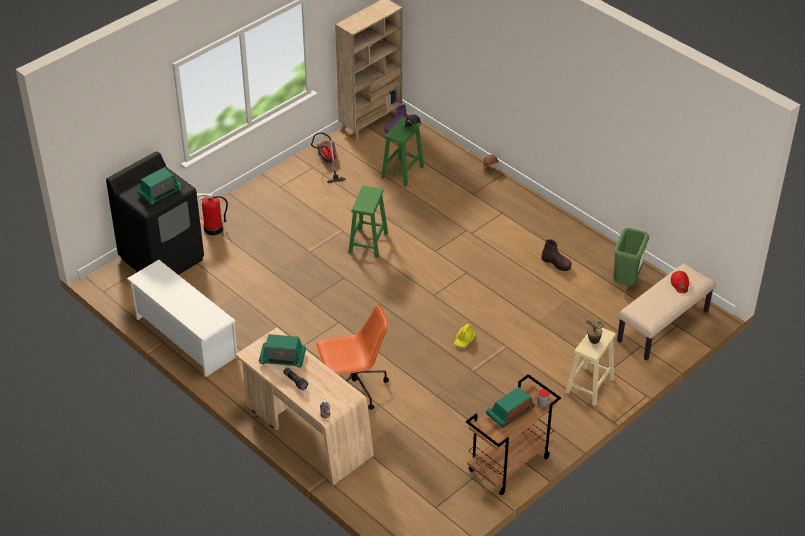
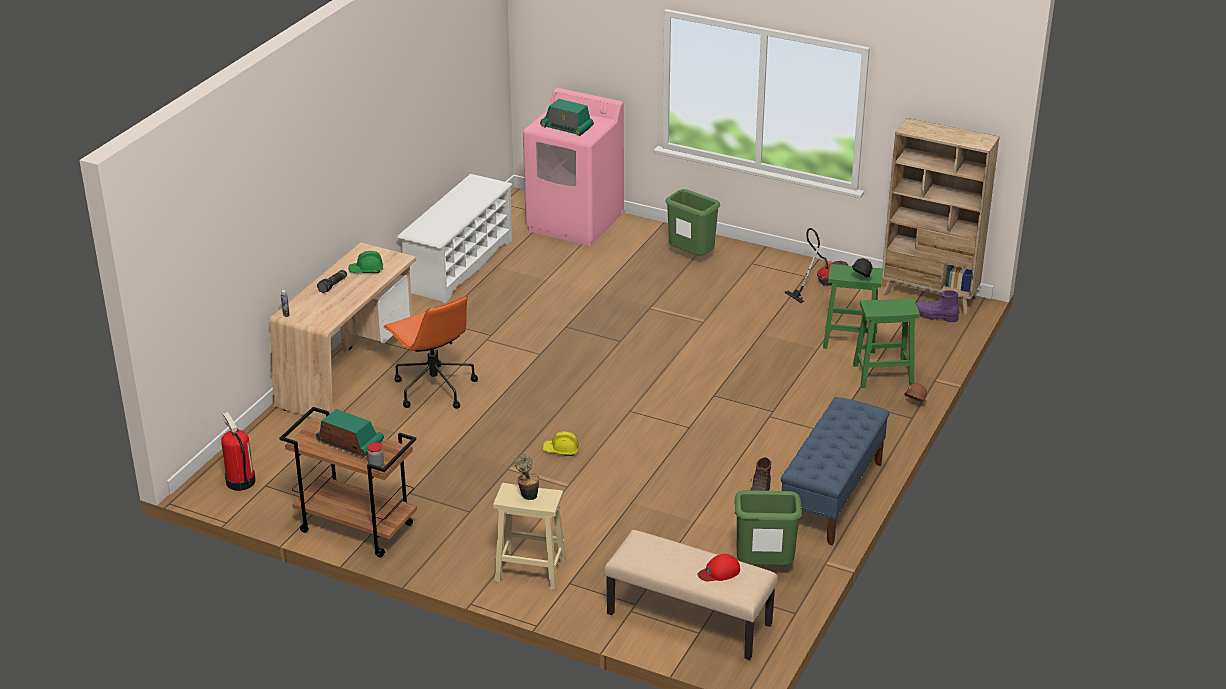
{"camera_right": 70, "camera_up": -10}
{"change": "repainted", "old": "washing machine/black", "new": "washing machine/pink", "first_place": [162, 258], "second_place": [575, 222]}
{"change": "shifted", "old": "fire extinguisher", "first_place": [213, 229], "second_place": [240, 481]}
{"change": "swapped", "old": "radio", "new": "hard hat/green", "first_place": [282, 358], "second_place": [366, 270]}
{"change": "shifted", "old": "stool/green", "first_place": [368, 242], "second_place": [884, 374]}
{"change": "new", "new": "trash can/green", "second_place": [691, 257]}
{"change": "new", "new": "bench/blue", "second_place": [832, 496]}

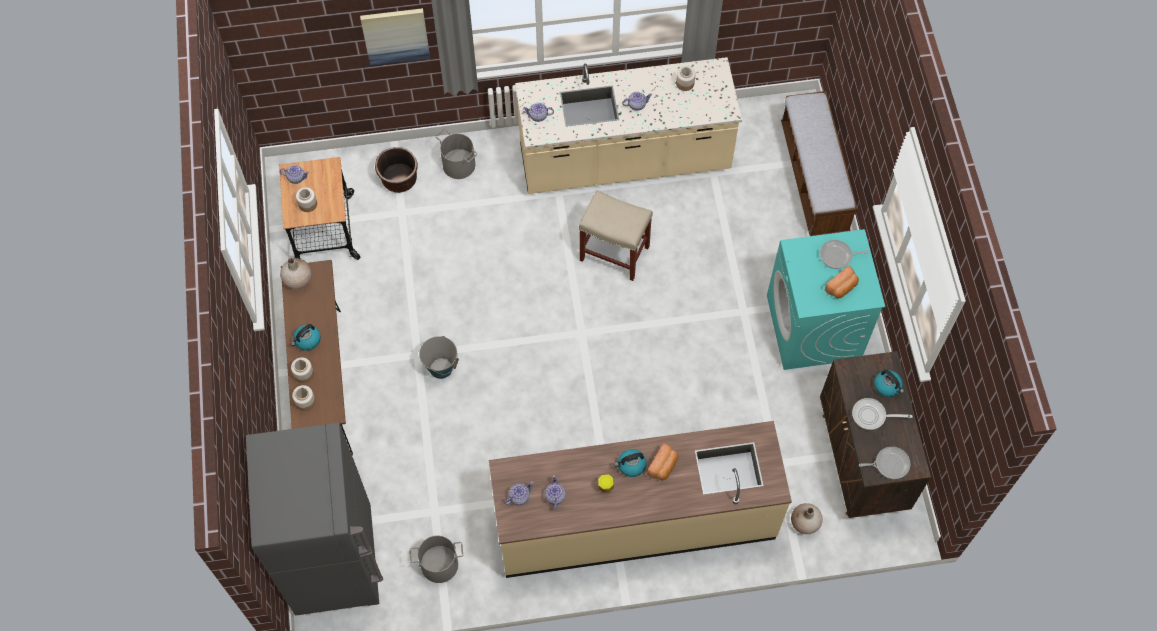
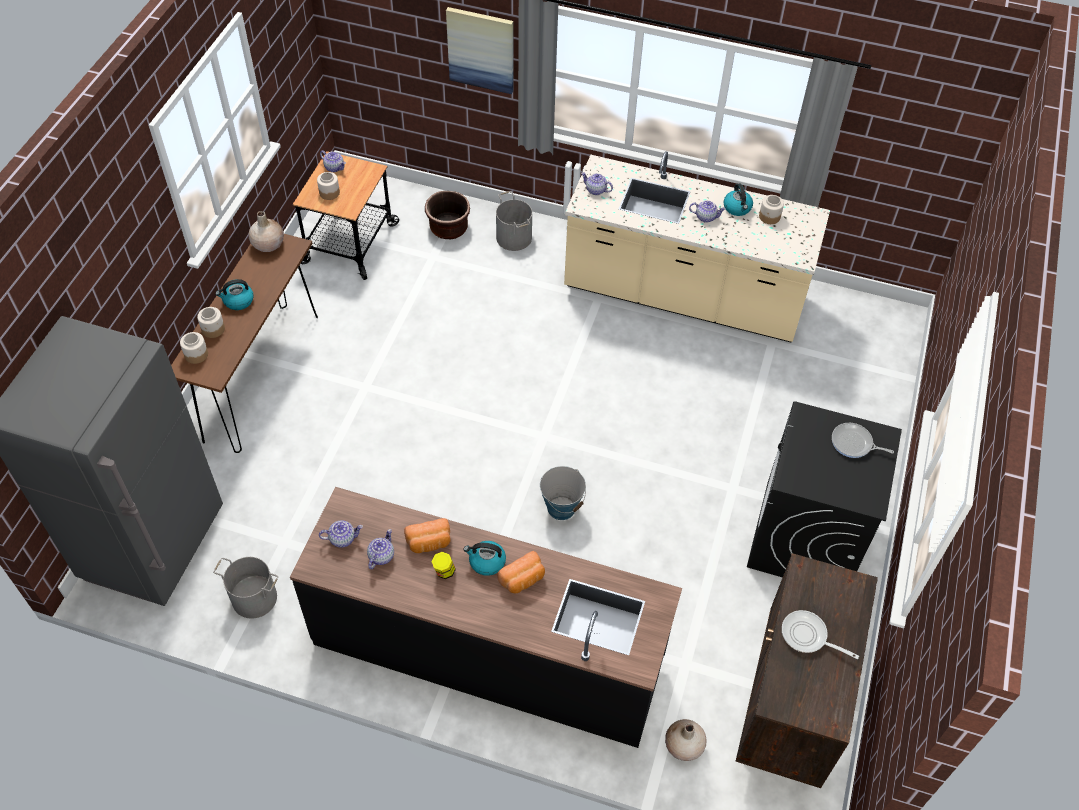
{"camera_right": 25, "camera_up": -10}
{"change": "shifted", "old": "bucket", "first_place": [441, 367], "second_place": [561, 508]}
{"change": "repainted", "old": "counter/beige", "new": "counter/black", "first_place": [635, 520], "second_place": [488, 650]}
{"change": "gone", "old": "stool/beige", "first_place": [613, 253]}
{"change": "repainted", "old": "washing machine/turquoise", "new": "washing machine/black", "first_place": [814, 328], "second_place": [805, 538]}
{"change": "gone", "old": "bench", "first_place": [813, 178]}
{"change": "shifted", "old": "bread", "first_place": [842, 287], "second_place": [429, 543]}
{"change": "gone", "old": "frying pan", "first_place": [889, 464]}
{"change": "shifted", "old": "kettle", "first_place": [887, 386], "second_place": [737, 208]}

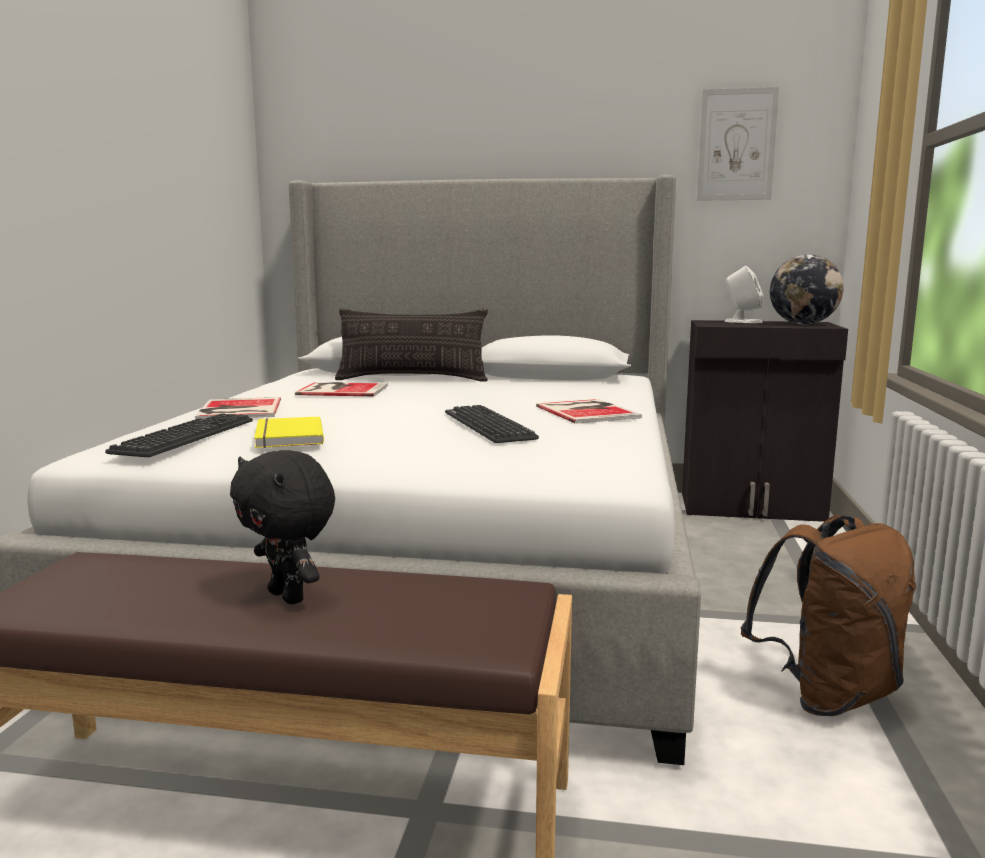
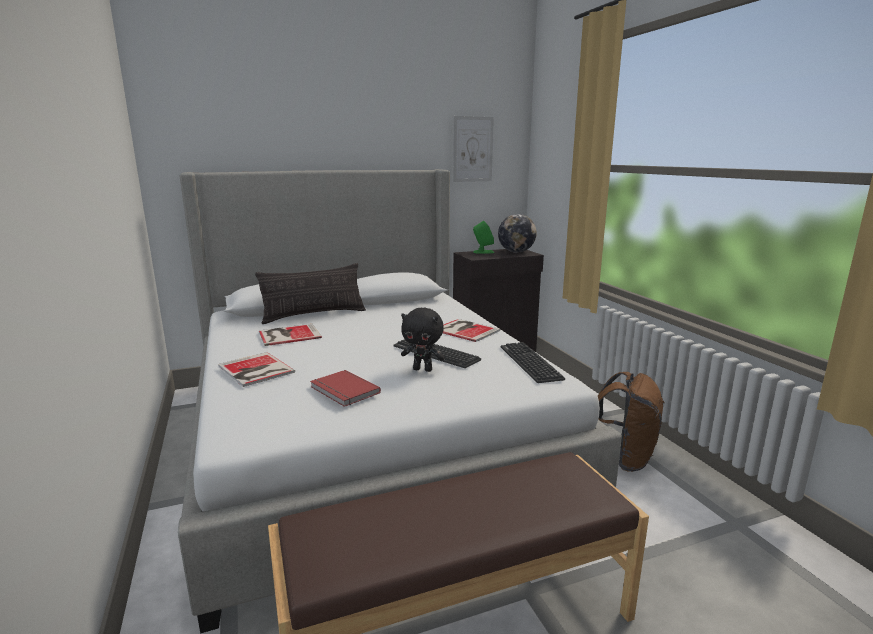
{"camera_right": -30, "camera_up": 5}
{"change": "shifted", "old": "keyboard", "first_place": [185, 437], "second_place": [530, 363]}
{"change": "shifted", "old": "plush toy/black", "first_place": [289, 596], "second_place": [423, 369]}
{"change": "repainted", "old": "book/yellow", "new": "book/red", "first_place": [286, 436], "second_place": [343, 391]}
{"change": "repainted", "old": "speaker/white", "new": "speaker/green", "first_place": [742, 321], "second_place": [483, 252]}

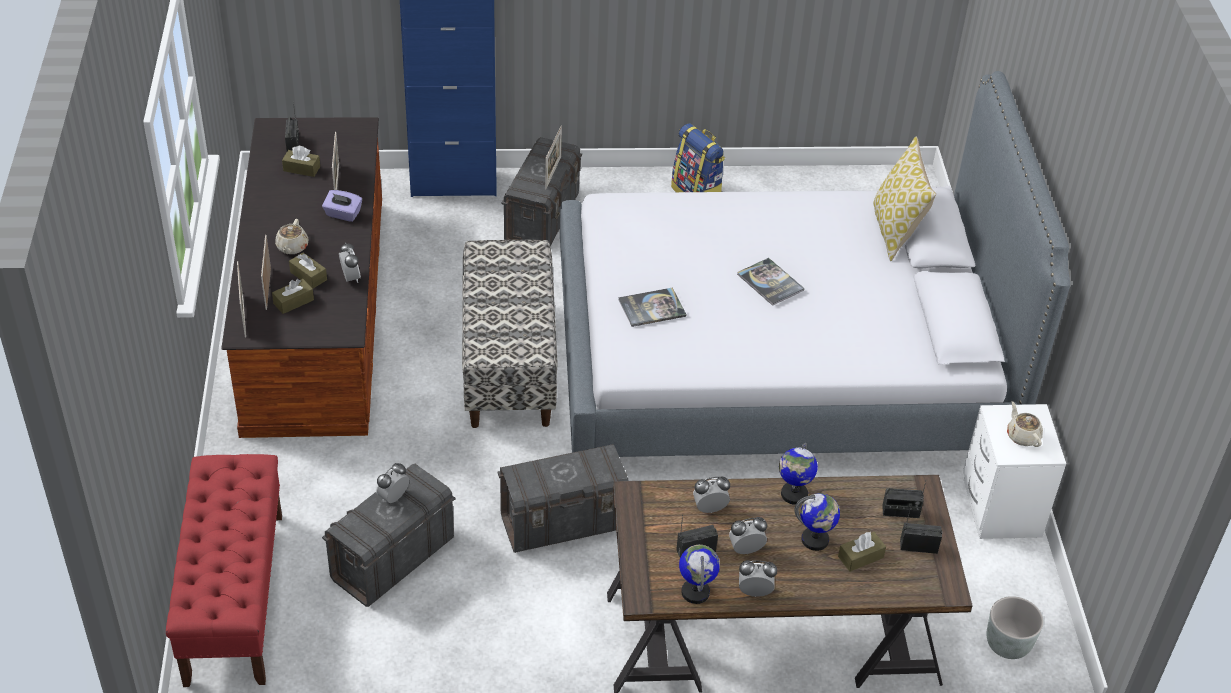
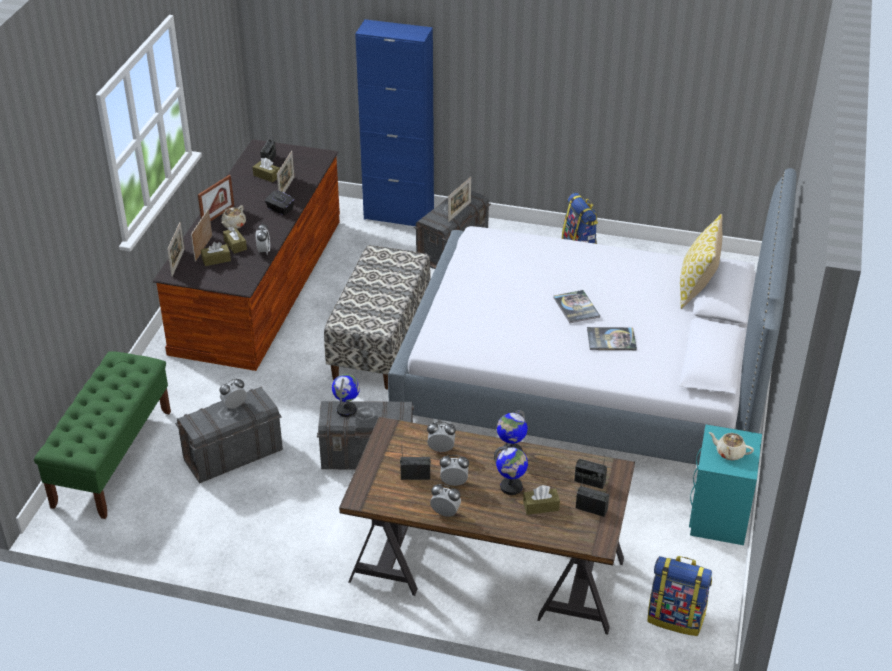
{"camera_right": 20, "camera_up": -5}
{"change": "repainted", "old": "bench/red", "new": "bench/green", "first_place": [234, 597], "second_place": [113, 457]}
{"change": "repainted", "old": "tissue box/purple", "new": "tissue box/black", "first_place": [343, 214], "second_place": [280, 209]}
{"change": "shifted", "old": "book", "first_place": [652, 308], "second_place": [611, 339]}
{"change": "shifted", "old": "globe", "first_place": [695, 592], "second_place": [347, 410]}
{"change": "repainted", "old": "nightstand/white", "new": "nightstand/turquoise", "first_place": [1000, 509], "second_place": [717, 517]}
{"change": "swapped", "old": "planter/grey", "new": "backpack", "first_place": [1008, 645], "second_place": [676, 617]}
{"change": "rotated", "old": "teapot/beige", "first_place": [1022, 436], "second_place": [729, 453], "degrees": -60}
{"change": "new", "new": "picture frame", "second_place": [218, 215]}

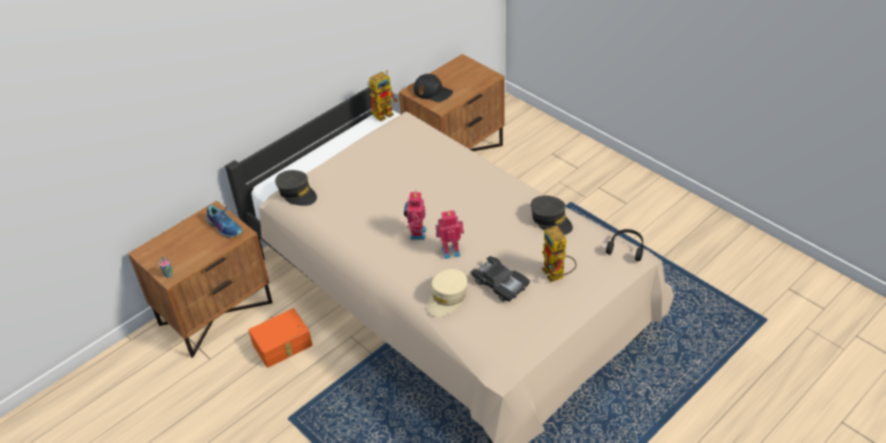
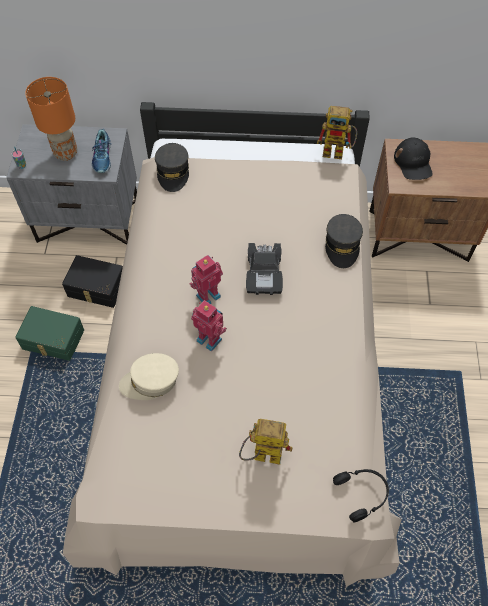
{"camera_right": 45, "camera_up": 15}
{"change": "repainted", "old": "nightstand/brown", "new": "nightstand/grey", "first_place": [215, 312], "second_place": [89, 220]}
{"change": "repainted", "old": "storage box/orange", "new": "storage box/black", "first_place": [283, 345], "second_place": [96, 288]}
{"change": "shifted", "old": "toy car/black", "first_place": [500, 284], "second_place": [264, 273]}
{"change": "shifted", "old": "cap/grey", "first_place": [551, 220], "second_place": [342, 245]}
{"change": "rotated", "old": "toy robot", "first_place": [557, 276], "second_place": [261, 456], "degrees": 75}
{"change": "new", "new": "storage box/green", "second_place": [53, 340]}
{"change": "new", "new": "table lamp/orange", "second_place": [65, 154]}

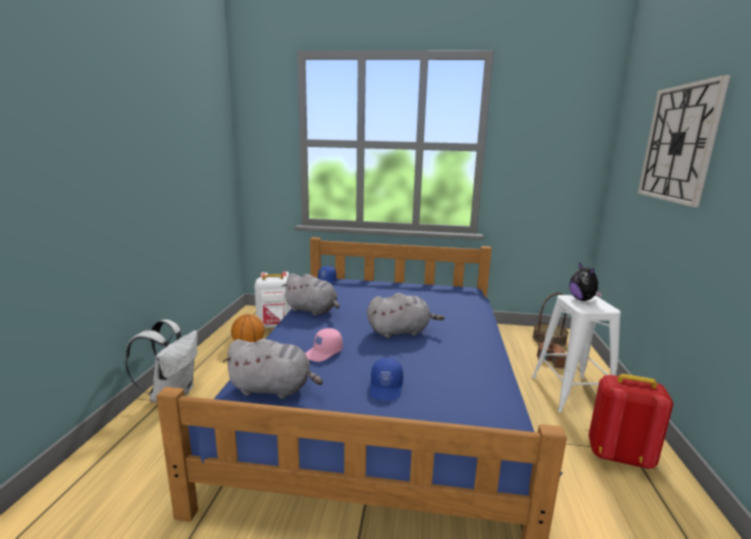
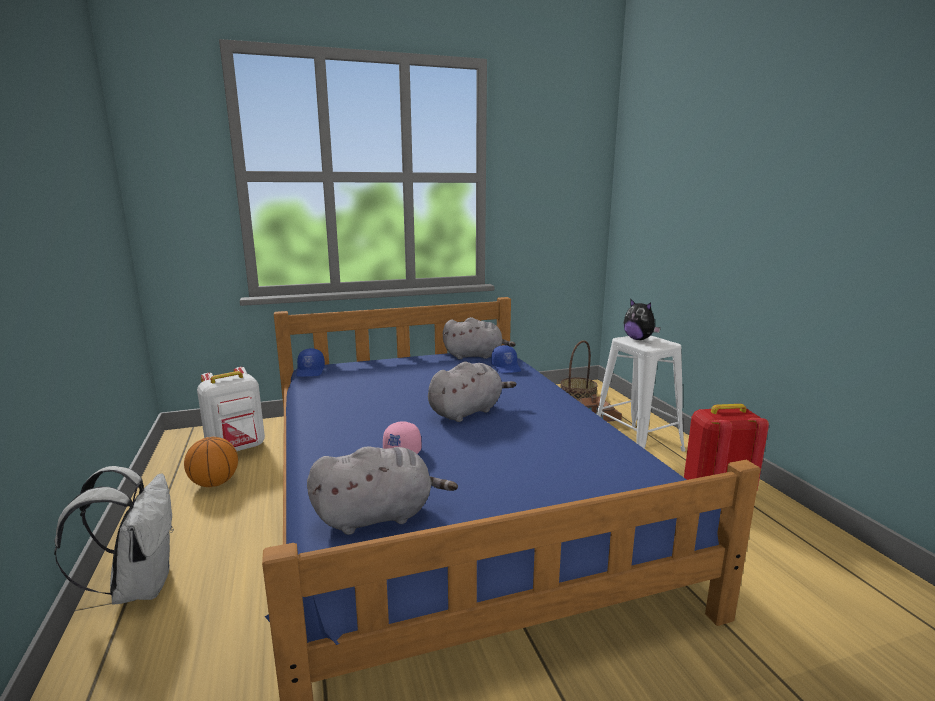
{"camera_right": -25, "camera_up": 0}
{"change": "shifted", "old": "plush toy/grey", "first_place": [313, 310], "second_place": [476, 356]}
{"change": "shifted", "old": "cap/blue", "first_place": [386, 388], "second_place": [506, 368]}
{"change": "gone", "old": "wall clock", "first_place": [679, 143]}

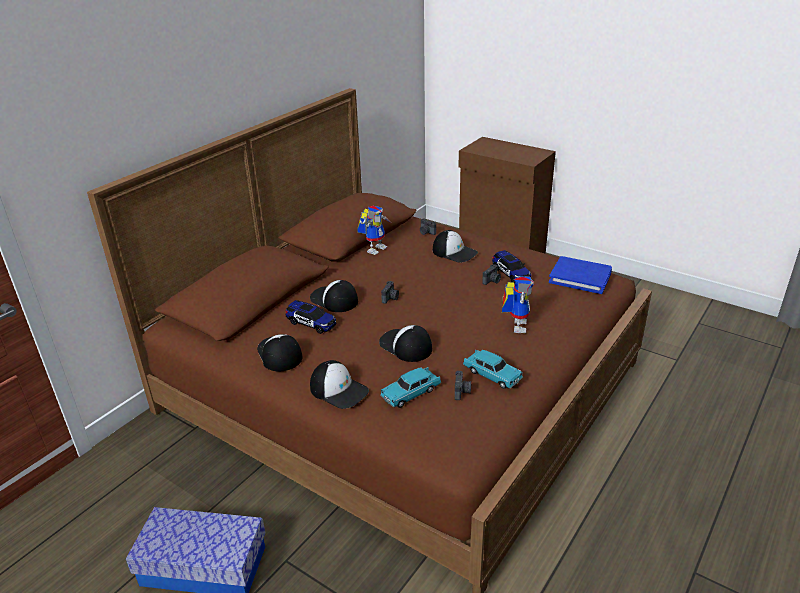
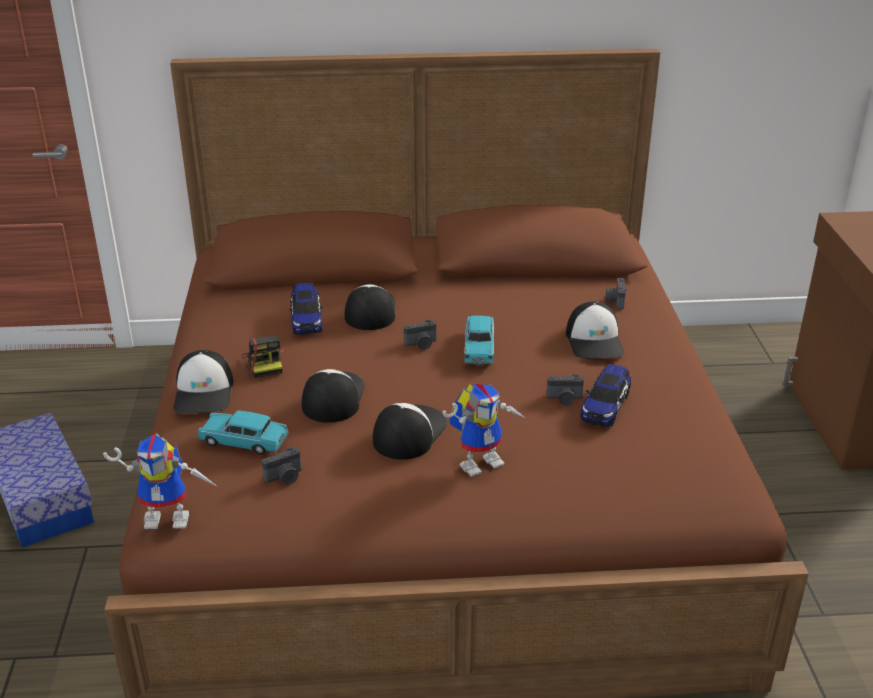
{"camera_right": 50, "camera_up": 0}
{"change": "shifted", "old": "cap", "first_place": [279, 354], "second_place": [408, 433]}
{"change": "shifted", "old": "toy robot", "first_place": [375, 248], "second_place": [171, 516]}
{"change": "shifted", "old": "toy car/turquoise", "first_place": [492, 375], "second_place": [479, 349]}
{"change": "gone", "old": "book/blue", "first_place": [580, 277]}
{"change": "new", "new": "photo camera", "second_place": [265, 362]}

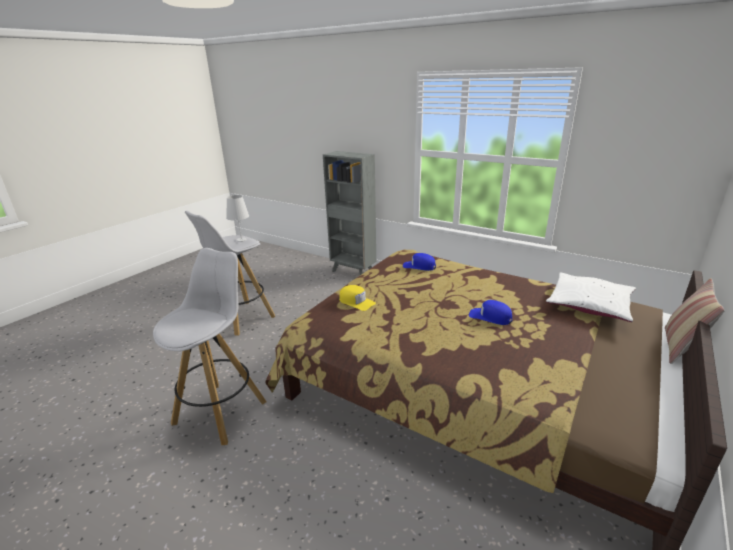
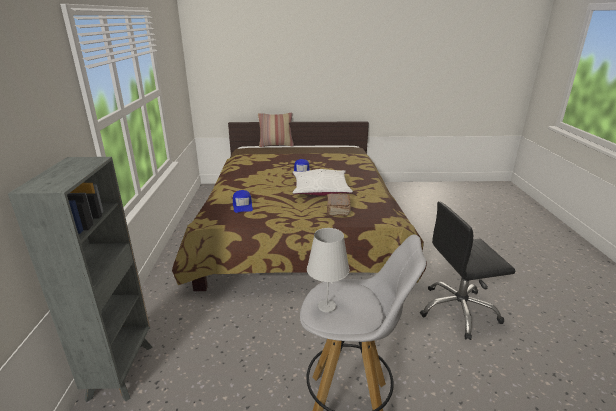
{"camera_right": -125, "camera_up": 0}
{"change": "swapped", "old": "stool/white", "new": "office chair/black", "first_place": [221, 411], "second_place": [458, 311]}
{"change": "swapped", "old": "cap/yellow", "new": "book/brown", "first_place": [356, 302], "second_place": [337, 210]}
{"change": "shifted", "old": "pillow/white", "first_place": [589, 304], "second_place": [320, 189]}

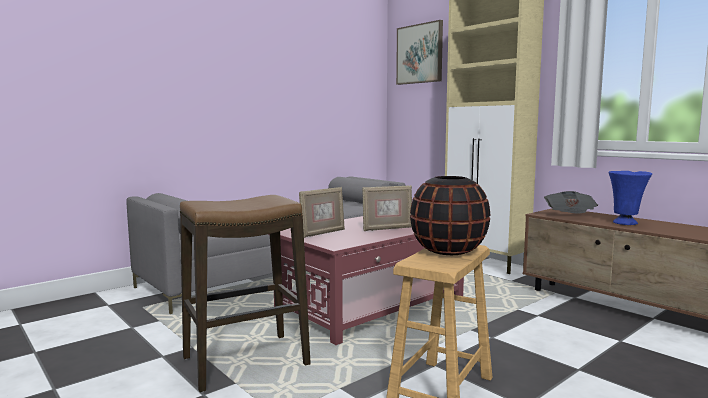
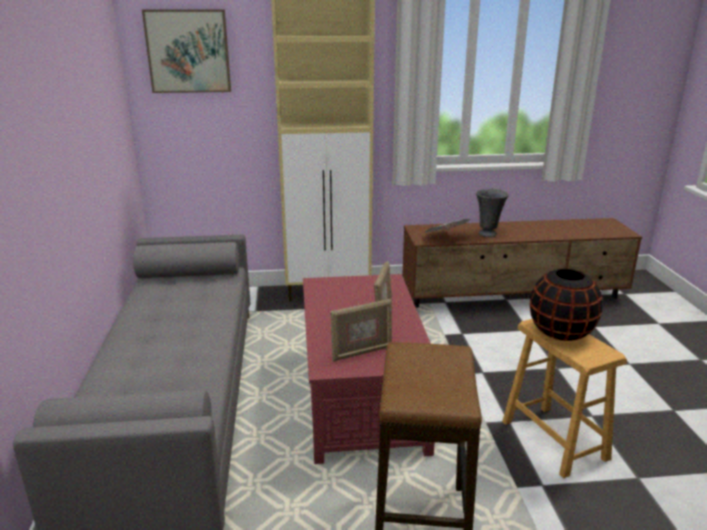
{"camera_right": -55, "camera_up": 15}
{"change": "rotated", "old": "picture frame", "first_place": [322, 233], "second_place": [361, 352], "degrees": 75}
{"change": "repainted", "old": "vase/blue", "new": "vase/grey", "first_place": [626, 223], "second_place": [488, 234]}

